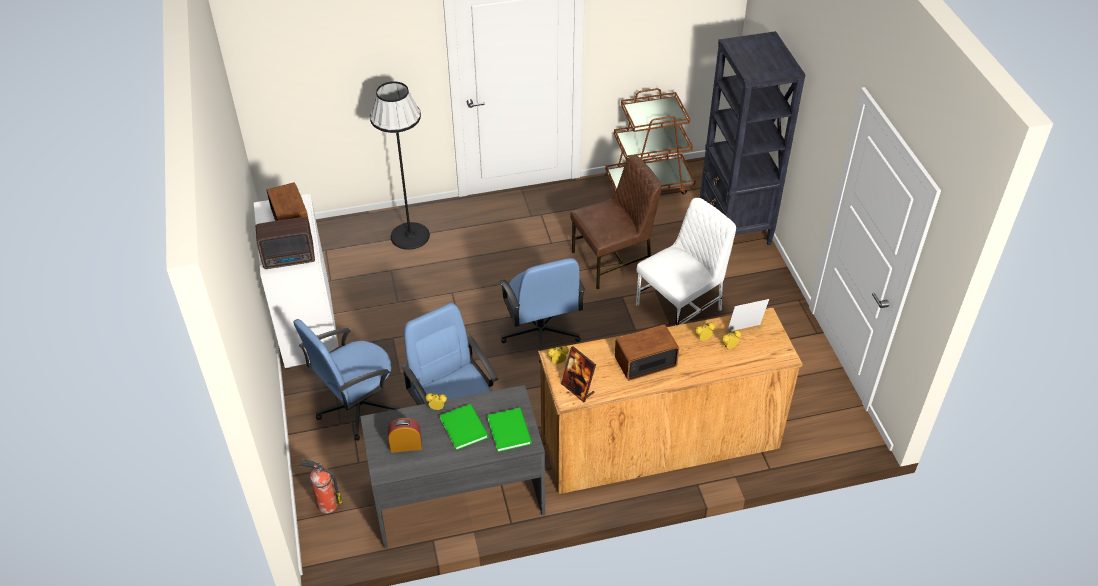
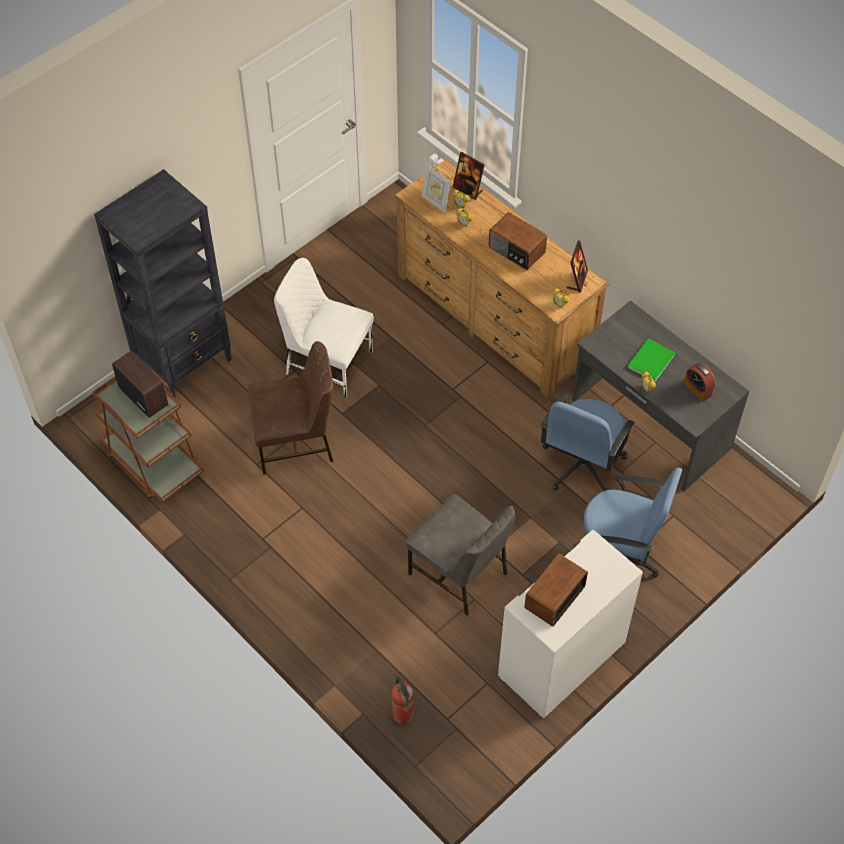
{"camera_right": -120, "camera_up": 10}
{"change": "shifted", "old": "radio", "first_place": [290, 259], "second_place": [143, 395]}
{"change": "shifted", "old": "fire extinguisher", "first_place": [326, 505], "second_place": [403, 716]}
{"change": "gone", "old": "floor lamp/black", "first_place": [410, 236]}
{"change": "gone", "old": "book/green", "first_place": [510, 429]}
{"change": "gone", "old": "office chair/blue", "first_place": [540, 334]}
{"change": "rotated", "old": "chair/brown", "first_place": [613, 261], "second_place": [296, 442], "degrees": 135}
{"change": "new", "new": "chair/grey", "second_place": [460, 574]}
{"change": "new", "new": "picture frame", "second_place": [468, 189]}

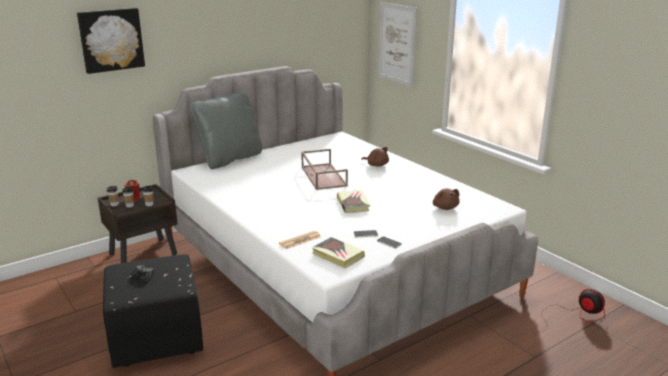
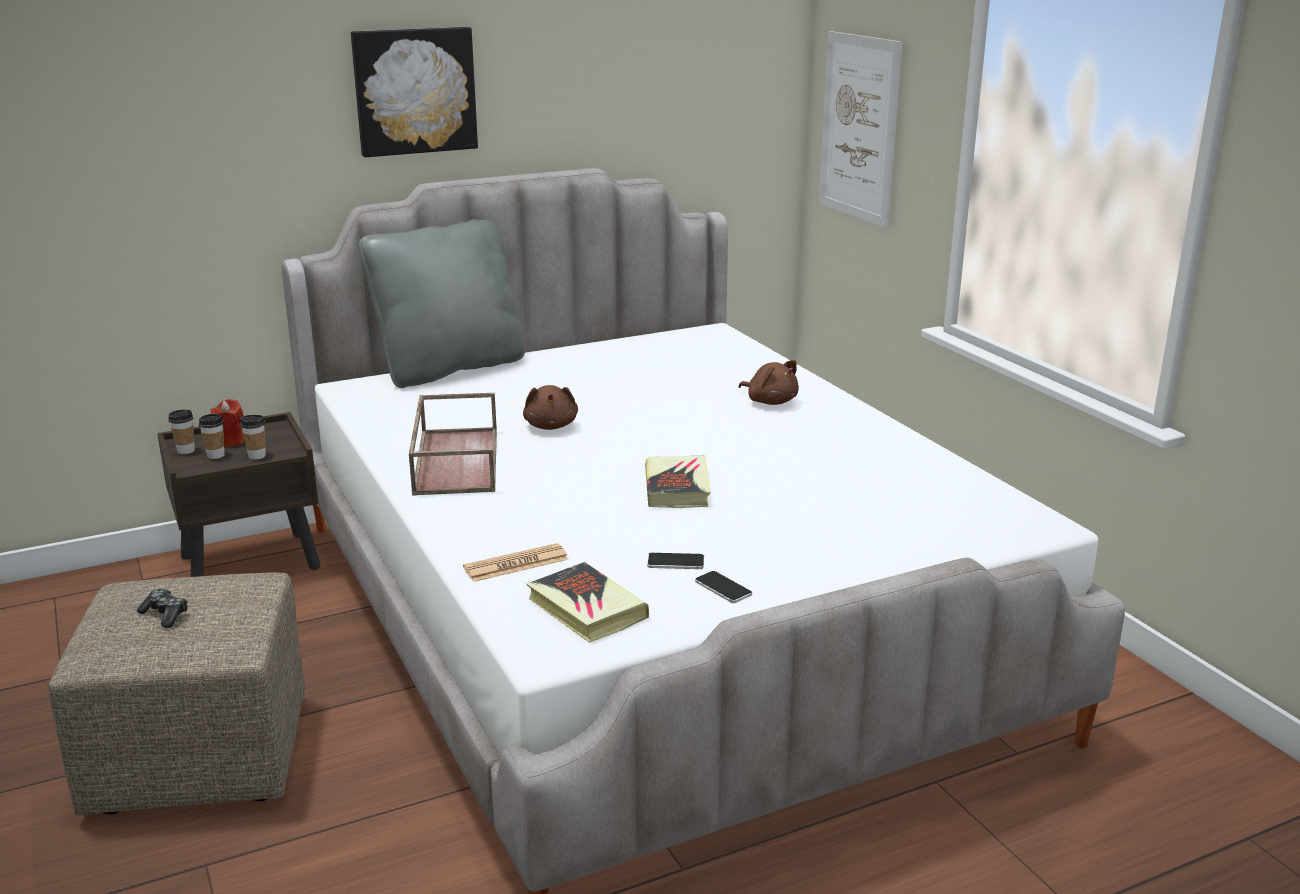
{"camera_right": 10, "camera_up": 0}
{"change": "shifted", "old": "picture", "first_place": [111, 40], "second_place": [414, 91]}
{"change": "repainted", "old": "ottoman/black", "new": "ottoman/beige", "first_place": [155, 339], "second_place": [197, 759]}
{"change": "shifted", "old": "tray/brown", "first_place": [322, 176], "second_place": [455, 460]}
{"change": "shifted", "old": "plush toy/brown", "first_place": [445, 207], "second_place": [551, 425]}
{"change": "gone", "old": "fan", "first_place": [575, 316]}

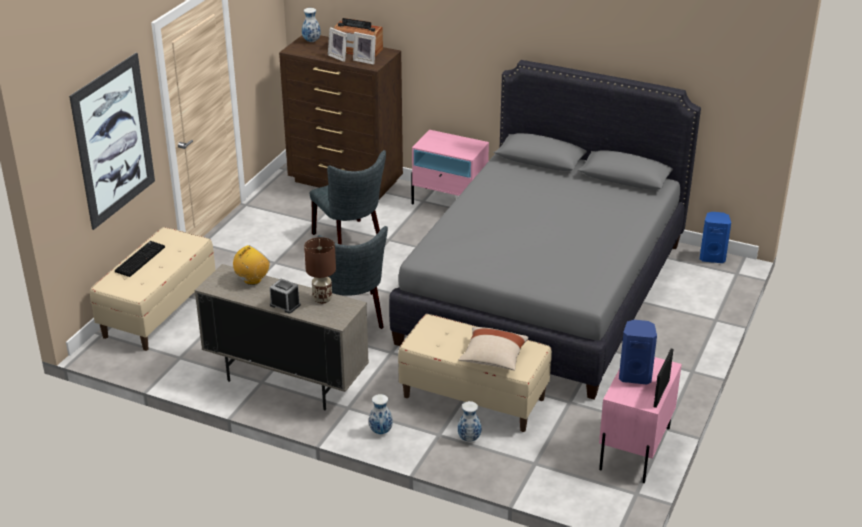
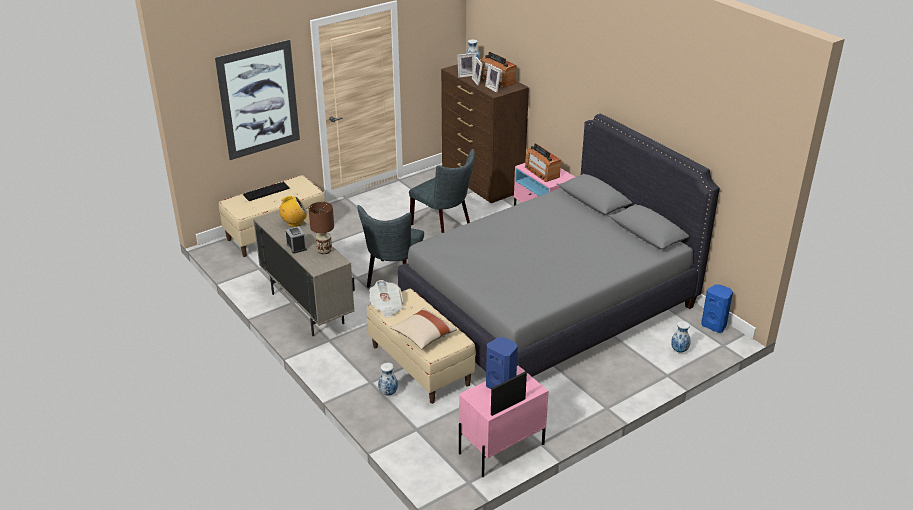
{"camera_right": 30, "camera_up": 0}
{"change": "rotated", "old": "chair/grey", "first_place": [351, 242], "second_place": [444, 226], "degrees": -45}
{"change": "shifted", "old": "vase", "first_place": [380, 431], "second_place": [679, 350]}
{"change": "new", "new": "newspaper", "second_place": [386, 306]}
{"change": "new", "new": "picture frame", "second_place": [466, 75]}
{"change": "new", "new": "radio", "second_place": [542, 172]}

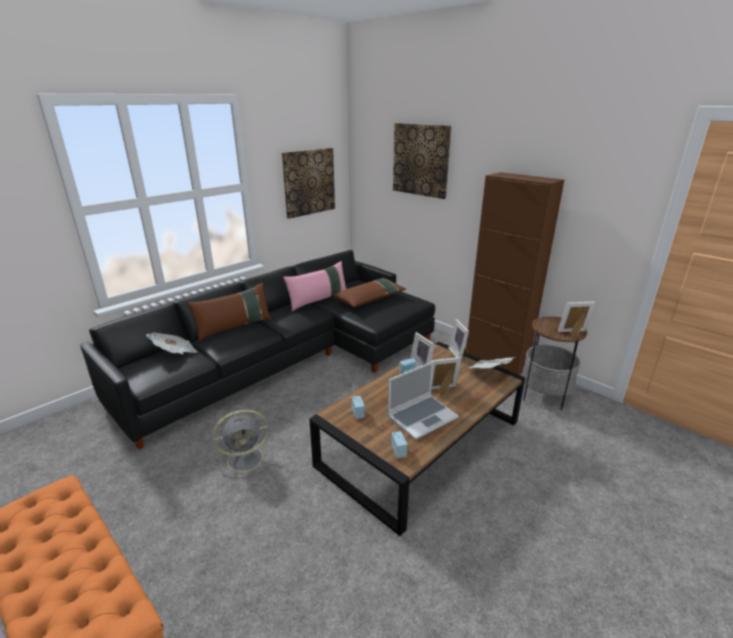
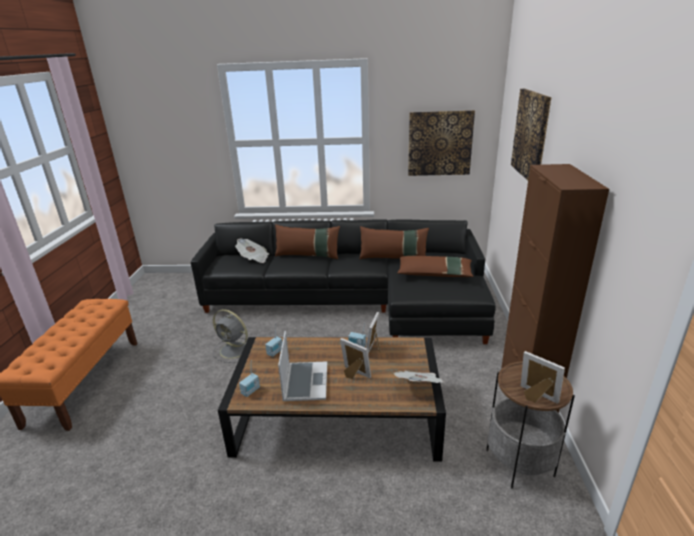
{"camera_right": 50, "camera_up": 0}
{"change": "repainted", "old": "pillow/pink", "new": "pillow/brown", "first_place": [318, 300], "second_place": [393, 258]}
{"change": "rotated", "old": "laptop", "first_place": [422, 417], "second_place": [305, 382], "degrees": -105}
{"change": "gone", "old": "picture frame", "first_place": [459, 353]}

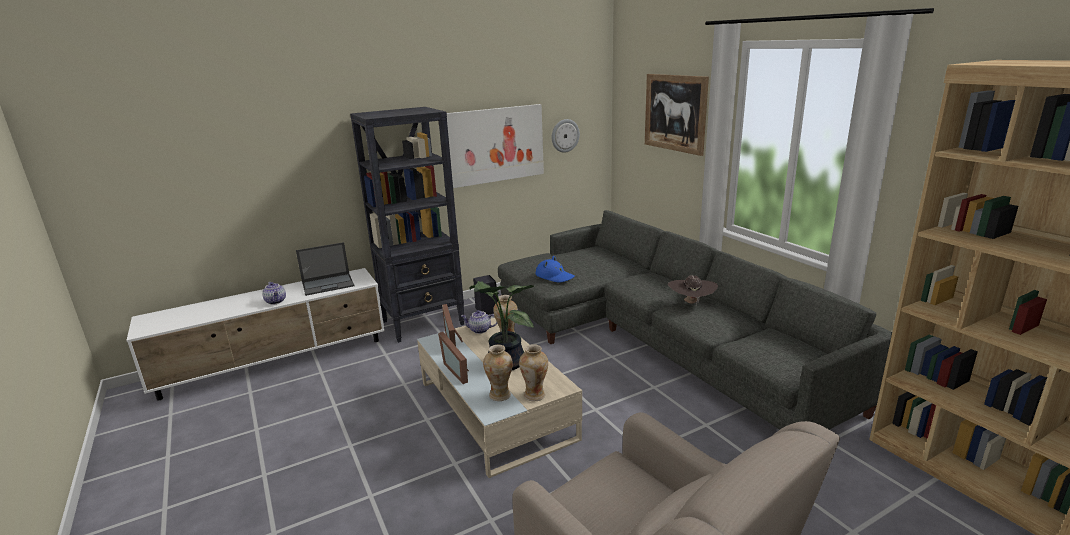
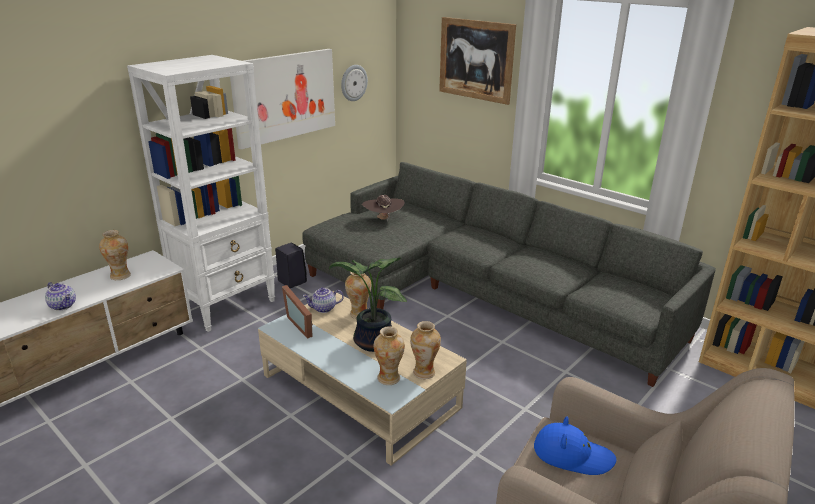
{"camera_right": -20, "camera_up": 5}
{"change": "swapped", "old": "laptop", "new": "vase", "first_place": [328, 284], "second_place": [120, 276]}
{"change": "repainted", "old": "bookcase/black", "new": "bookcase/white", "first_place": [424, 323], "second_place": [226, 304]}
{"change": "gone", "old": "picture frame", "first_place": [459, 370]}
{"change": "shifted", "old": "hat/blue", "first_place": [554, 276], "second_place": [572, 454]}
{"change": "shifted", "old": "hat/brown", "first_place": [691, 303], "second_place": [383, 219]}

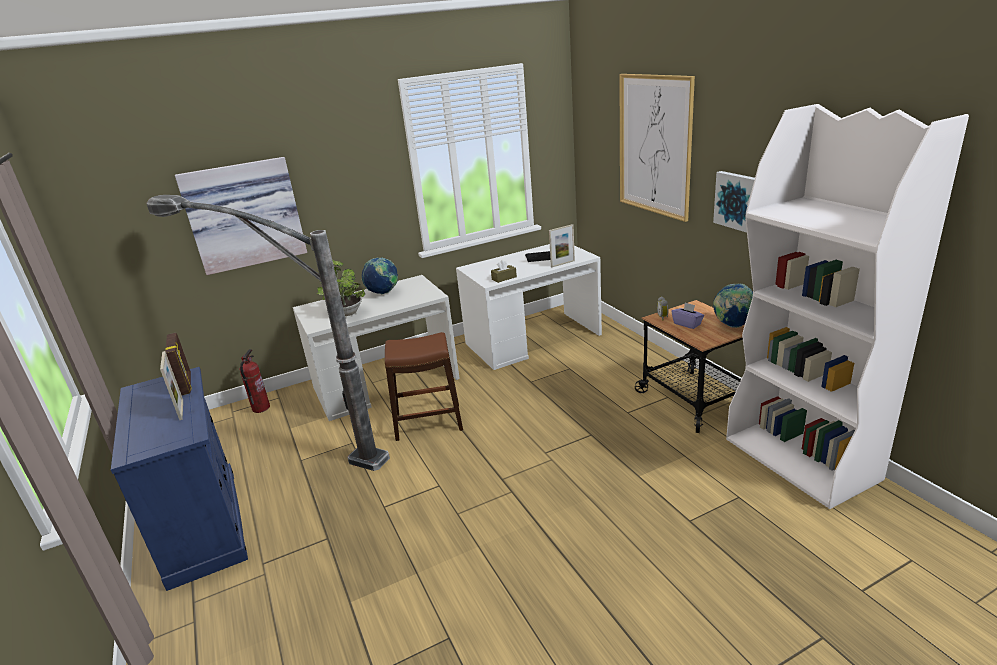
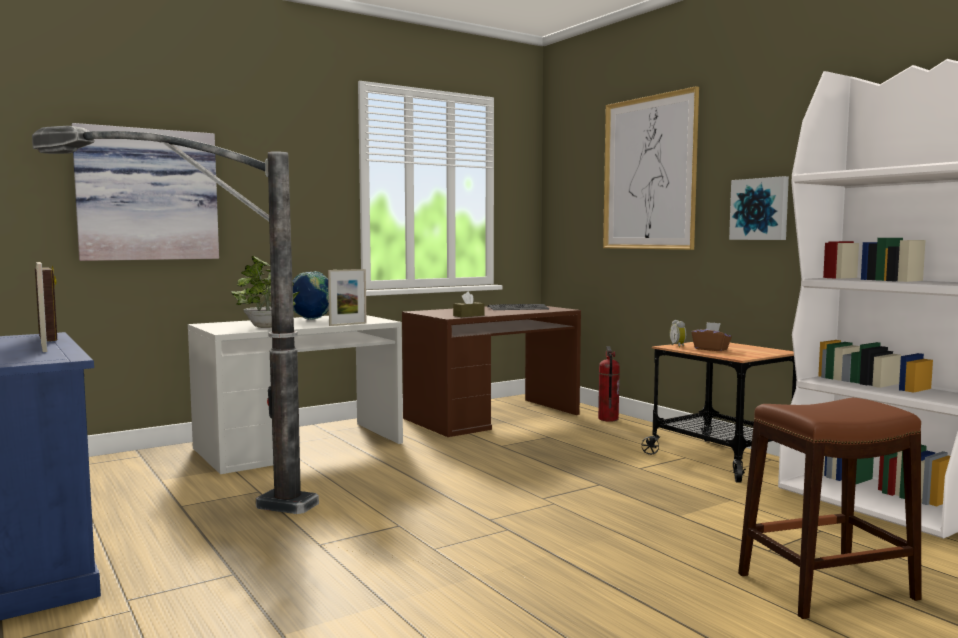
{"camera_right": -10, "camera_up": -20}
{"change": "shifted", "old": "fire extinguisher", "first_place": [261, 408], "second_place": [607, 419]}
{"change": "shifted", "old": "stool/brown", "first_place": [428, 422], "second_place": [827, 587]}
{"change": "repainted", "old": "desk/white", "new": "desk/brown", "first_place": [533, 339], "second_place": [492, 416]}
{"change": "shifted", "old": "picture frame", "first_place": [562, 264], "second_place": [348, 324]}
{"change": "repainted", "old": "tissue box/purple", "new": "tissue box/brown", "first_place": [687, 324], "second_place": [711, 349]}
{"change": "gone", "old": "globe", "first_place": [733, 326]}

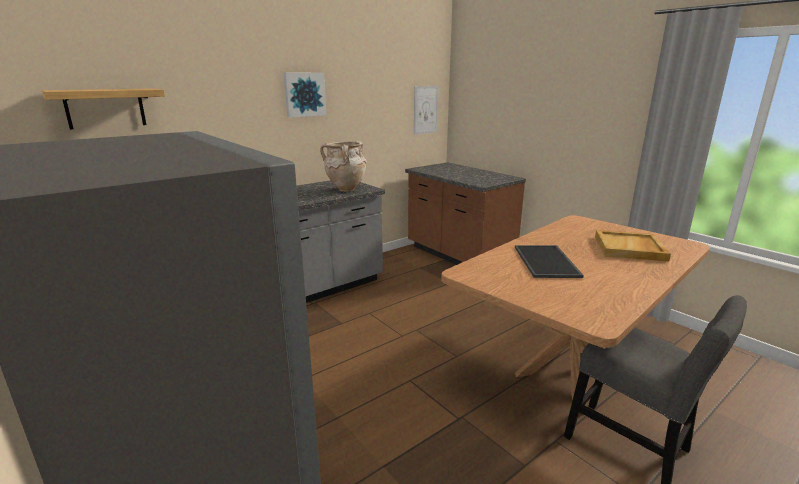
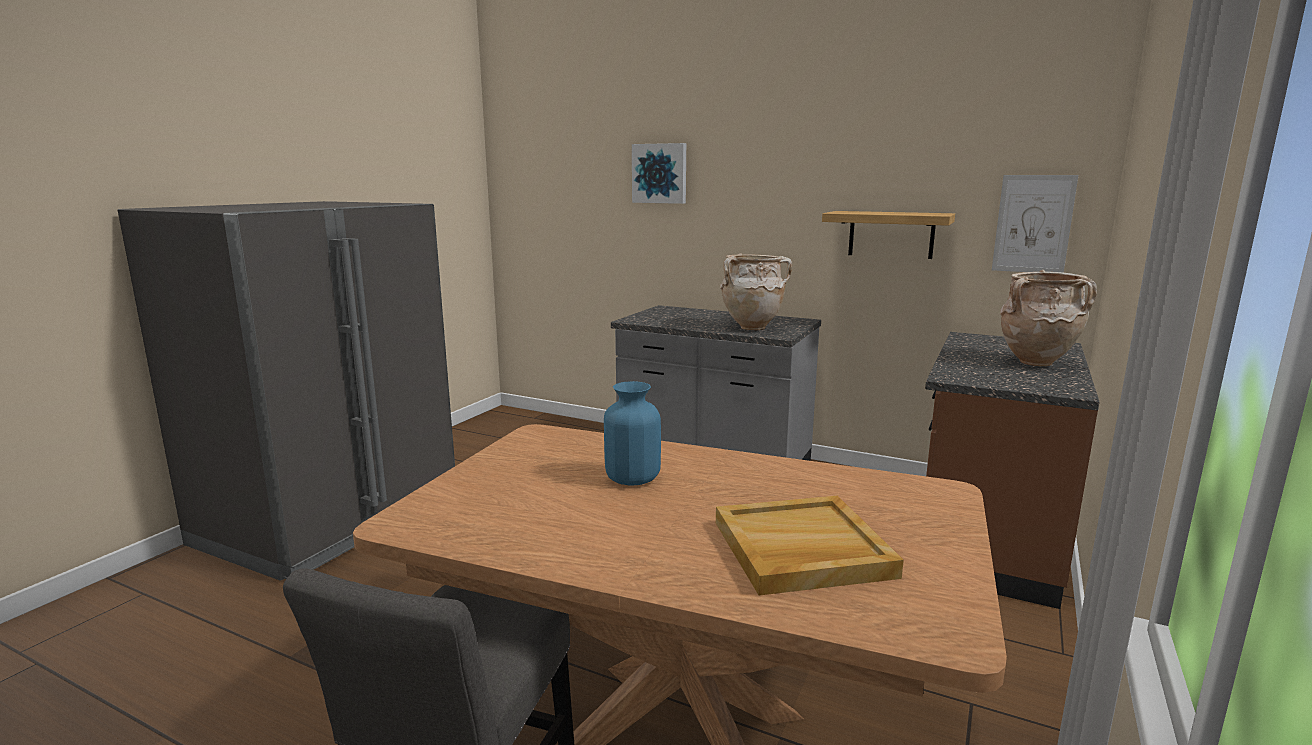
{"camera_right": 65, "camera_up": -5}
{"change": "shifted", "old": "shelf", "first_place": [105, 108], "second_place": [891, 234]}
{"change": "shifted", "old": "picture", "first_place": [304, 94], "second_place": [660, 173]}
{"change": "swapped", "old": "tray", "new": "vase/blue", "first_place": [547, 261], "second_place": [632, 478]}
{"change": "new", "new": "vase/beige", "second_place": [1037, 364]}

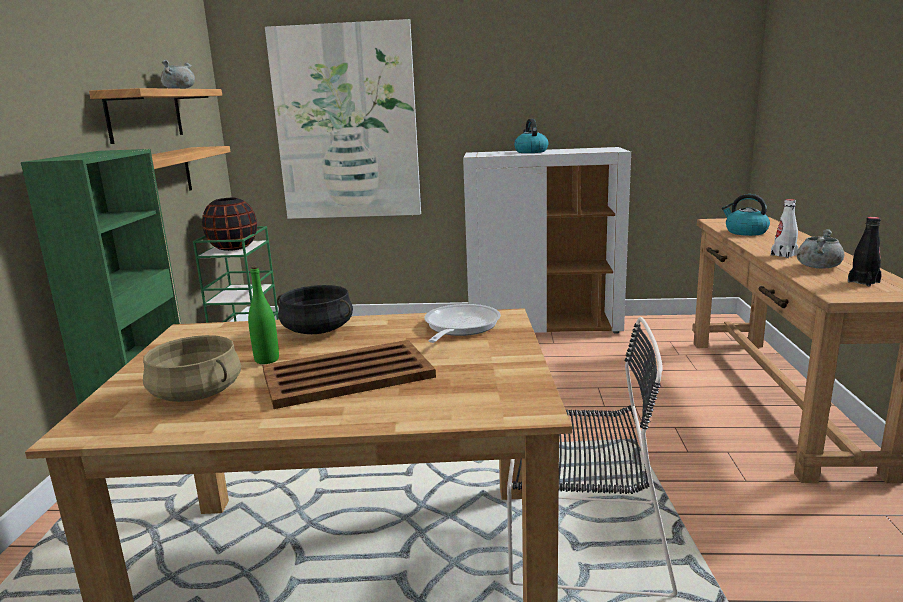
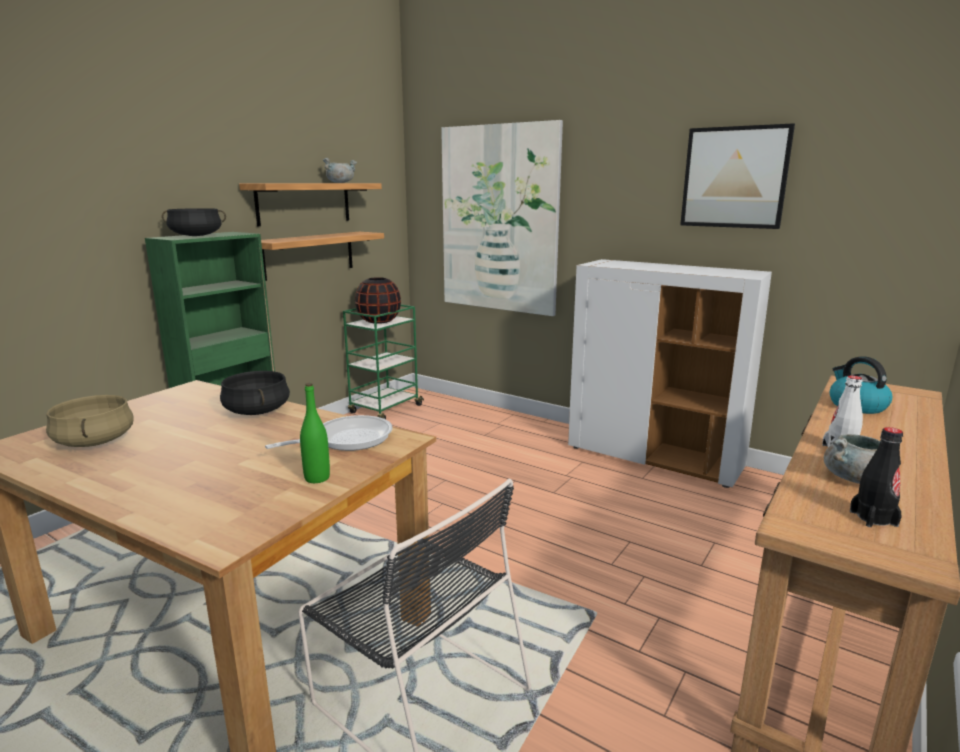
{"camera_right": 30, "camera_up": 0}
{"change": "shifted", "old": "bottle/green", "first_place": [267, 360], "second_place": [317, 478]}
{"change": "gone", "old": "tray/brown", "first_place": [349, 375]}
{"change": "gone", "old": "kettle", "first_place": [530, 152]}
{"change": "new", "new": "cooking pot/black", "second_place": [196, 236]}
{"change": "new", "new": "picture", "second_place": [734, 177]}

